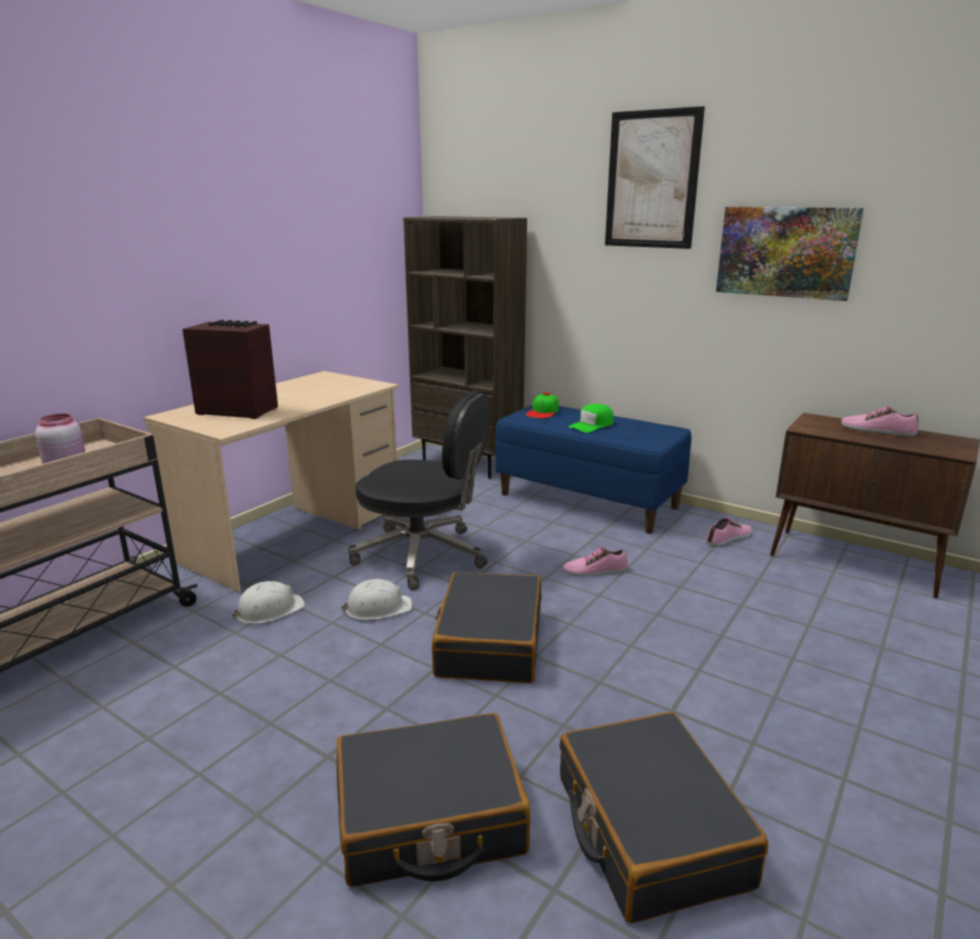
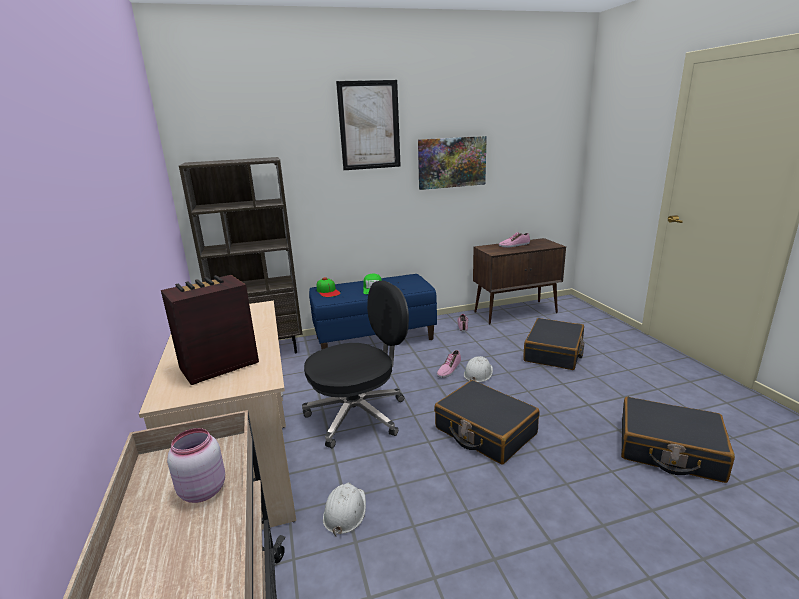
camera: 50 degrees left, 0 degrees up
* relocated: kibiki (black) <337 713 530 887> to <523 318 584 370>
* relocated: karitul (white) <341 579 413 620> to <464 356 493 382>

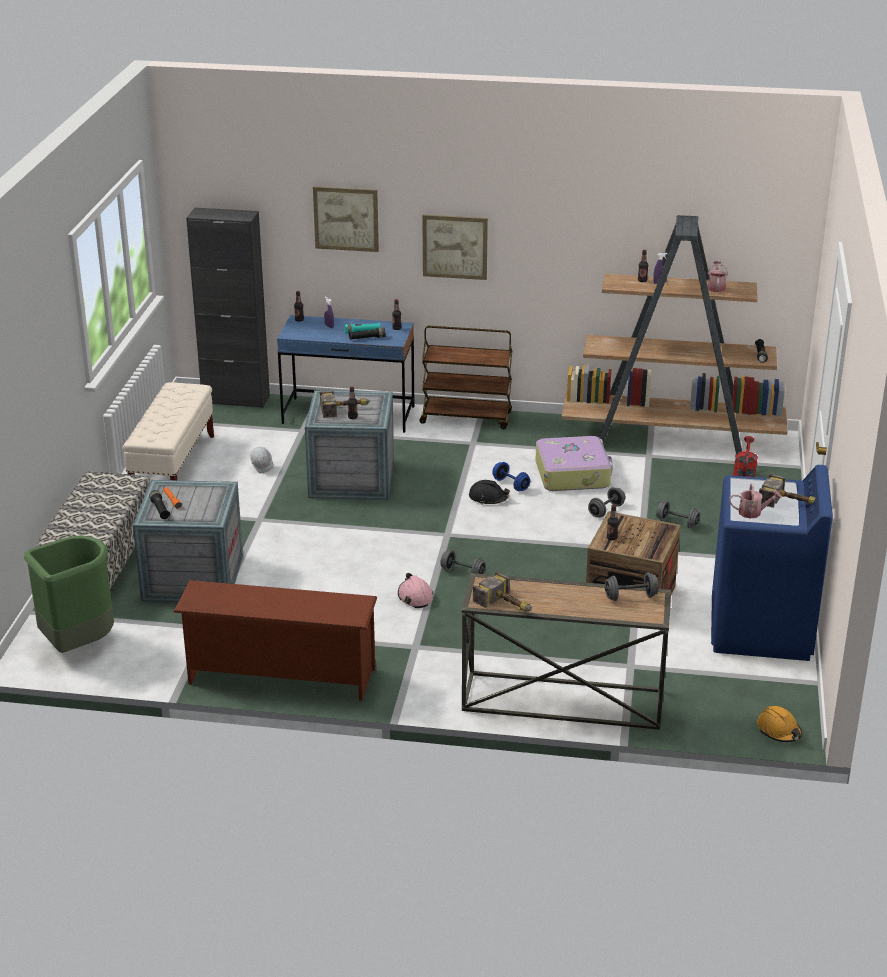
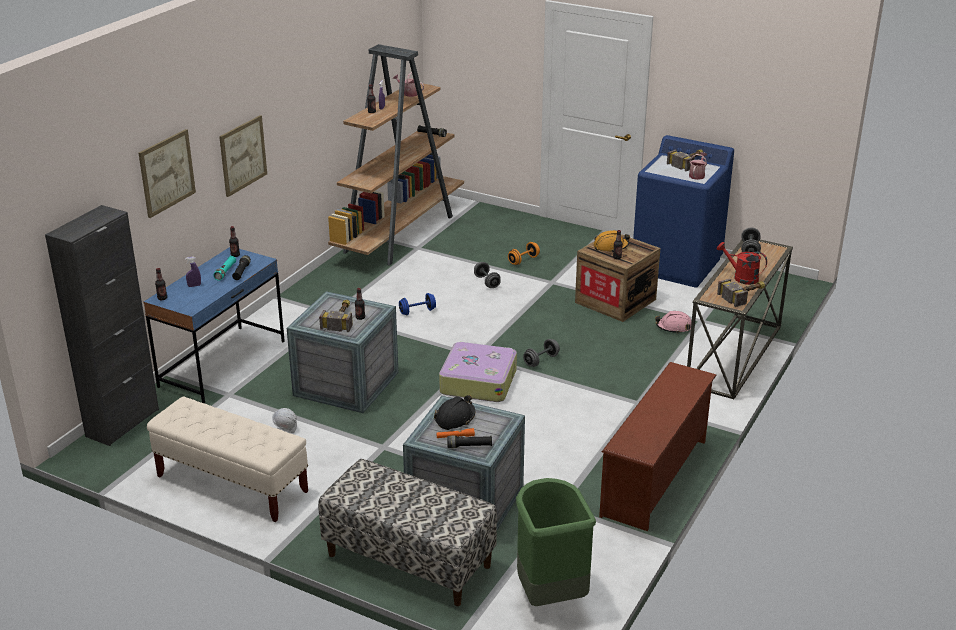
camera: 70 degrees left, 0 degrees up
* missing: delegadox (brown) <419 326 512 429>
* relocated: karitul (pink) <398 573 433 608> to <655 311 692 334>
* relocated: karitul (black) <469 480 510 505> to <434 395 475 430>
* relocated: kibiki <535 436 613 491> to <439 342 517 402>
* relocated: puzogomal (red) <733 436 758 477> to <717 242 767 285>
* relocated: karitul (orange) <757 706 802 742> to <594 230 630 253>
* colour: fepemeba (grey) <656 501 700 528> to fepemeba (orange) <508 242 540 265>

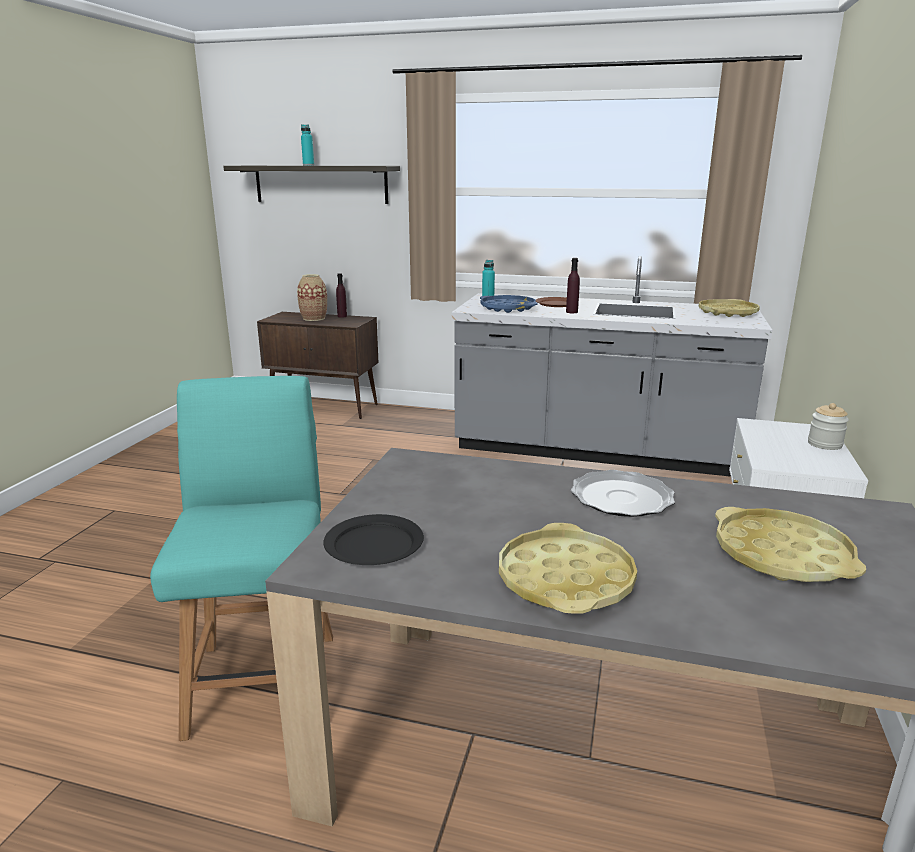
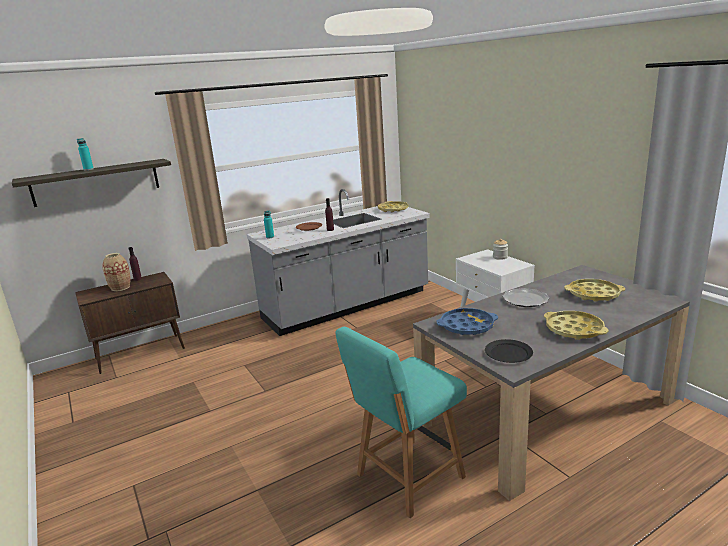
camera: 45 degrees left, 0 degrees up
* relocated: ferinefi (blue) <480 295 538 313> to <436 308 498 335>
* spun: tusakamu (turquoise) <150 376 333 741> = <336 327 467 518> 75 degrees counterclockwise

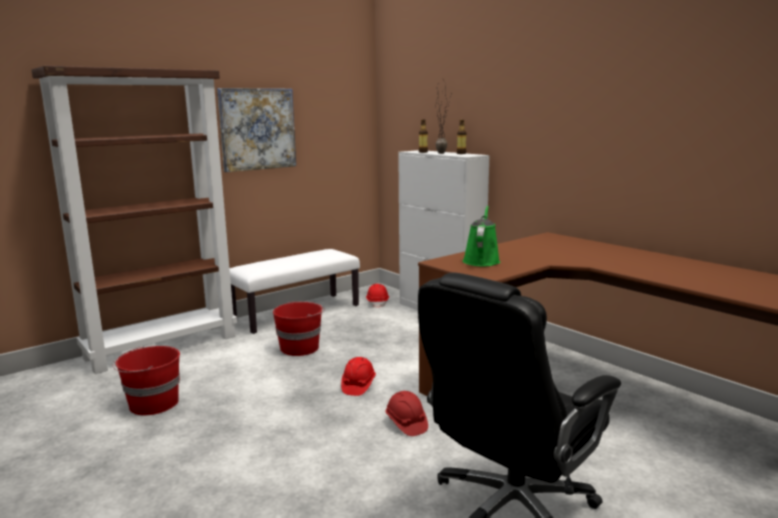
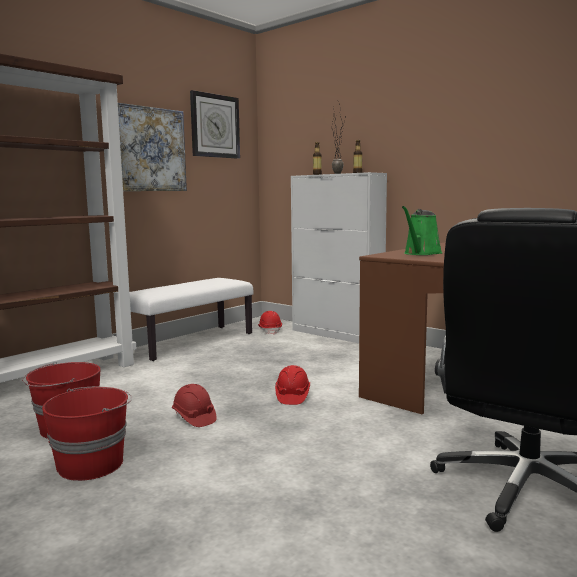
camera: 10 degrees left, 5 degrees down
* appeared: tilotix <190 90 240 159>
* relocated: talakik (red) <273 301 325 356> to <42 387 132 481>
* relocated: karitul (red) <385 391 428 436> to <172 384 217 427>
* spun: puzogomal (green) <463 206 500 266> = <402 206 442 255> 150 degrees counterclockwise

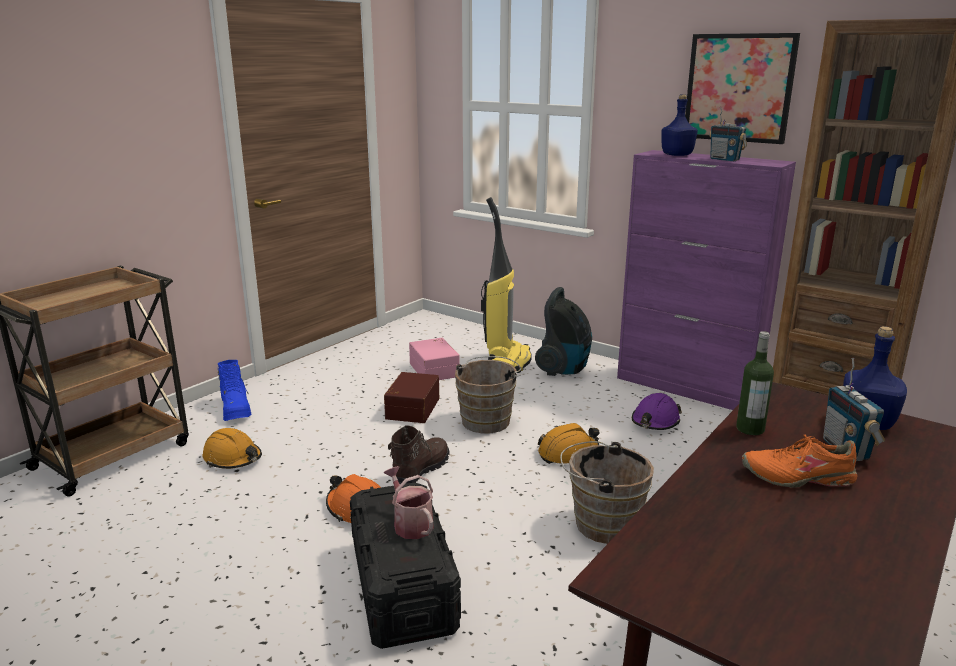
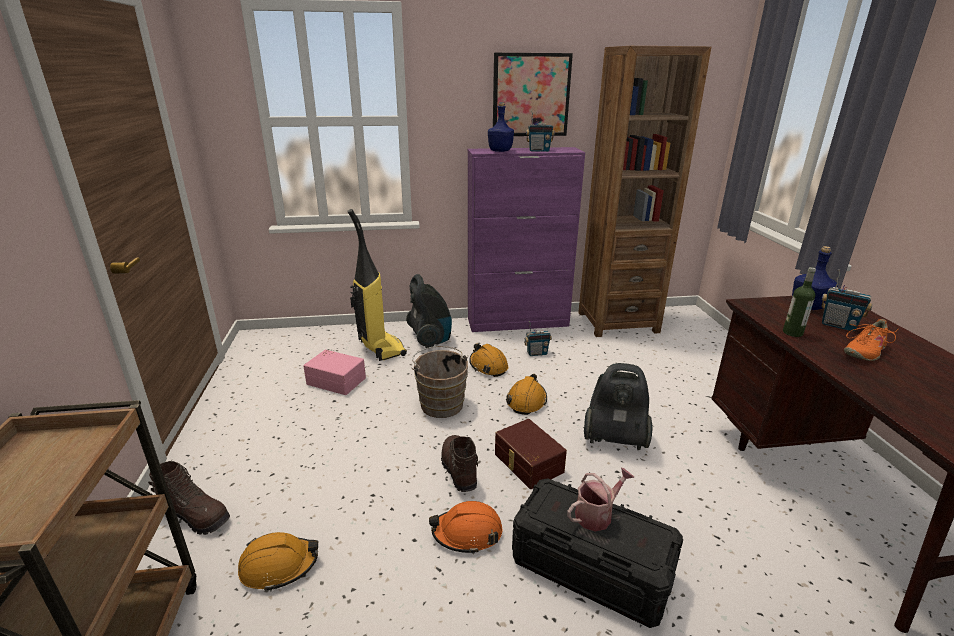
camera: 45 degrees left, 5 degrees up
* appeared: karitul (orange) <469 344 508 377>
* relocated: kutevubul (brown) <384 372 439 423> to <495 419 567 489>
* exchanged: talakik (brown) <560 441 654 544> to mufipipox <584 363 652 450>
* exchanged: karitul (purple) <632 393 682 430> to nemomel <524 321 552 356>
* colour: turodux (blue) <218 360 251 421> to turodux (brown) <148 461 230 535>
* spun: puzogomal <384 466 434 539> = <567 468 635 532> 135 degrees clockwise

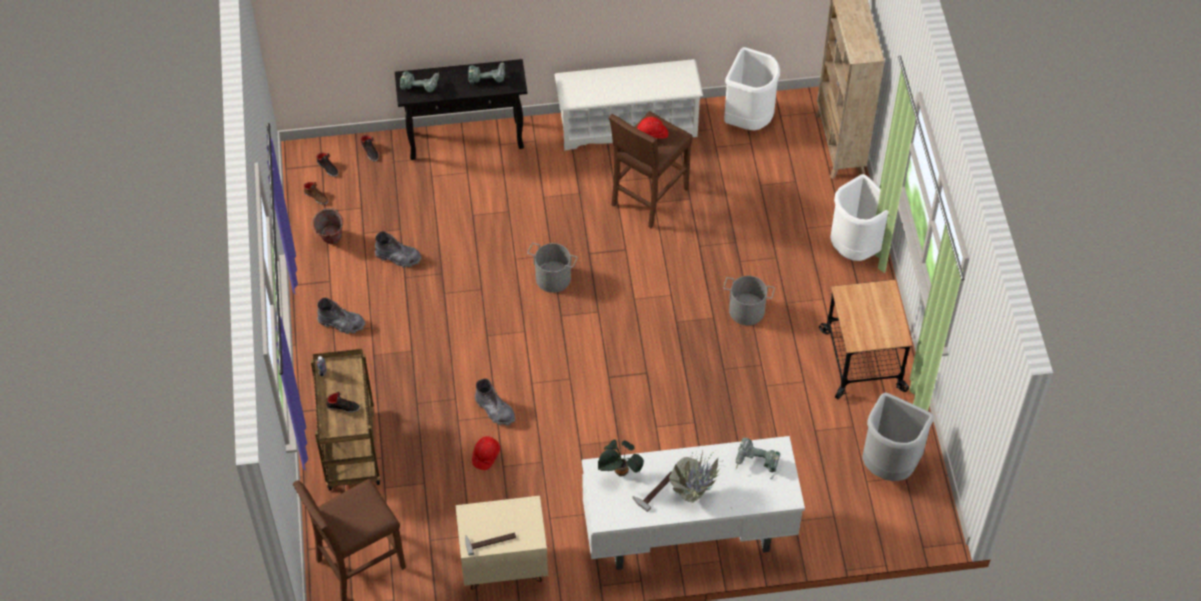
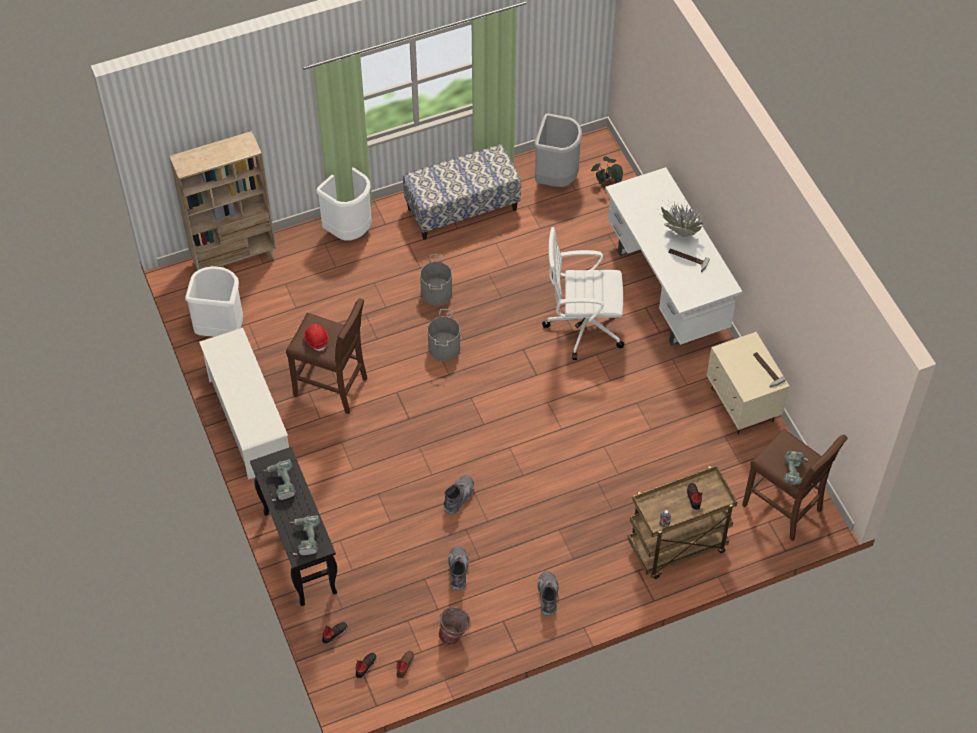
camera: 105 degrees left, 0 degrees up
* missing: karitul (red) <472 436 500 470>
* appeared: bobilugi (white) <542 227 624 360>
* relocated: turodux (grey) <475 379 515 426> to <444 475 474 515>
* relocated: talakik (grey) <527 243 578 293> to <428 309 460 361>
* relocated: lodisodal <598 439 644 477> to <591 156 623 187>
* relocated: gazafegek <736 438 780 479> to <784 451 813 485>
* exchanged: delegadox <819 280 912 399> to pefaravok <403 144 521 240>

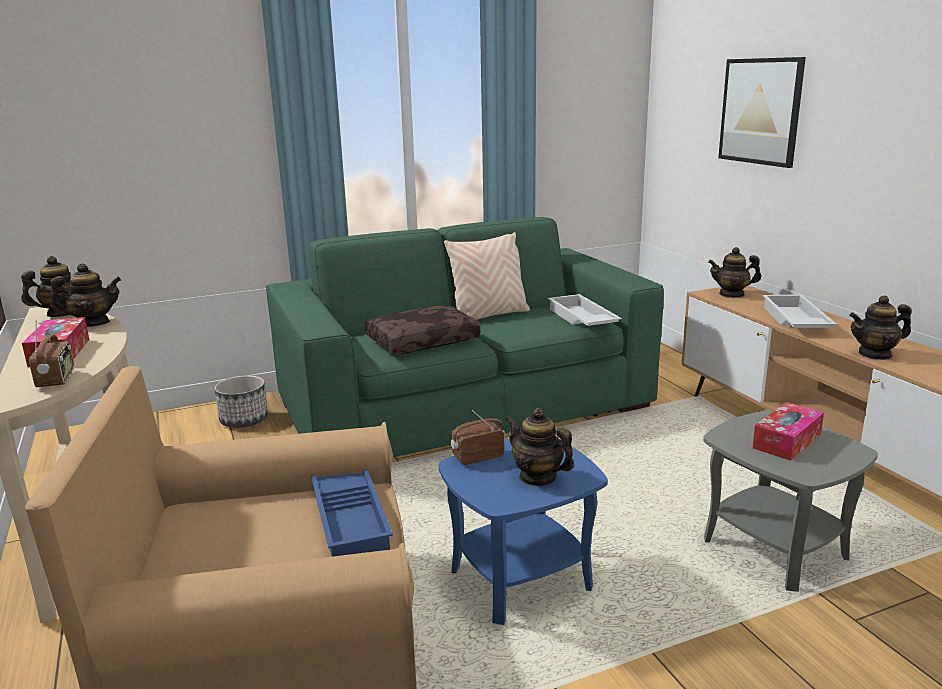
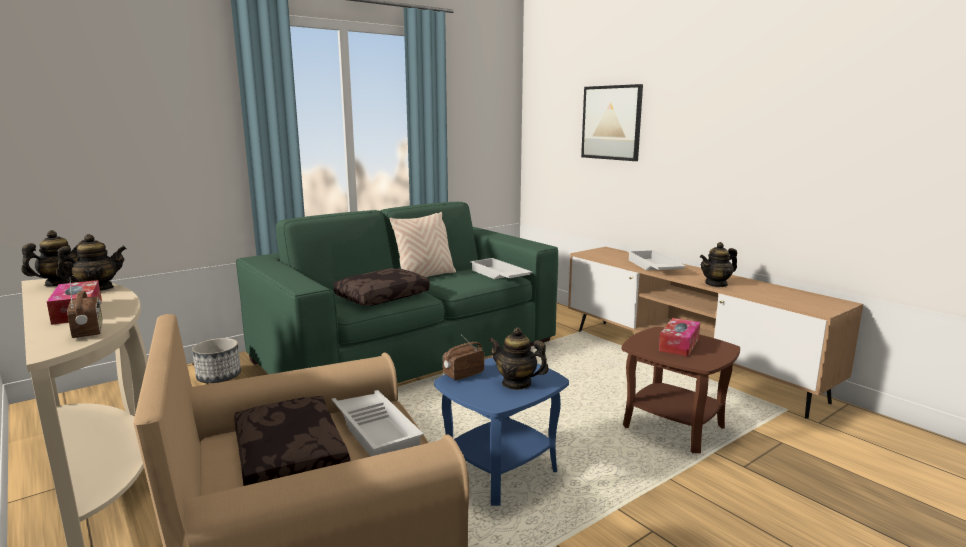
camera: 15 degrees left, 5 degrees down
* missing: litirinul <708 247 761 298>
* appeared: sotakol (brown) <234 396 351 486>
* colour: ferinefi (blue) <311 469 393 557> to ferinefi (white) <331 390 424 456>
* colour: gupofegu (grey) <703 410 878 592> to gupofegu (brown) <622 327 740 453>

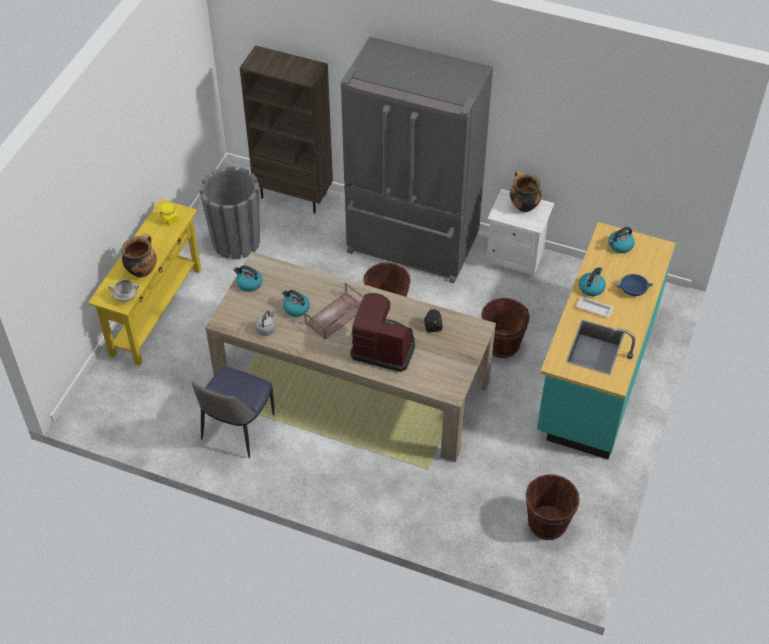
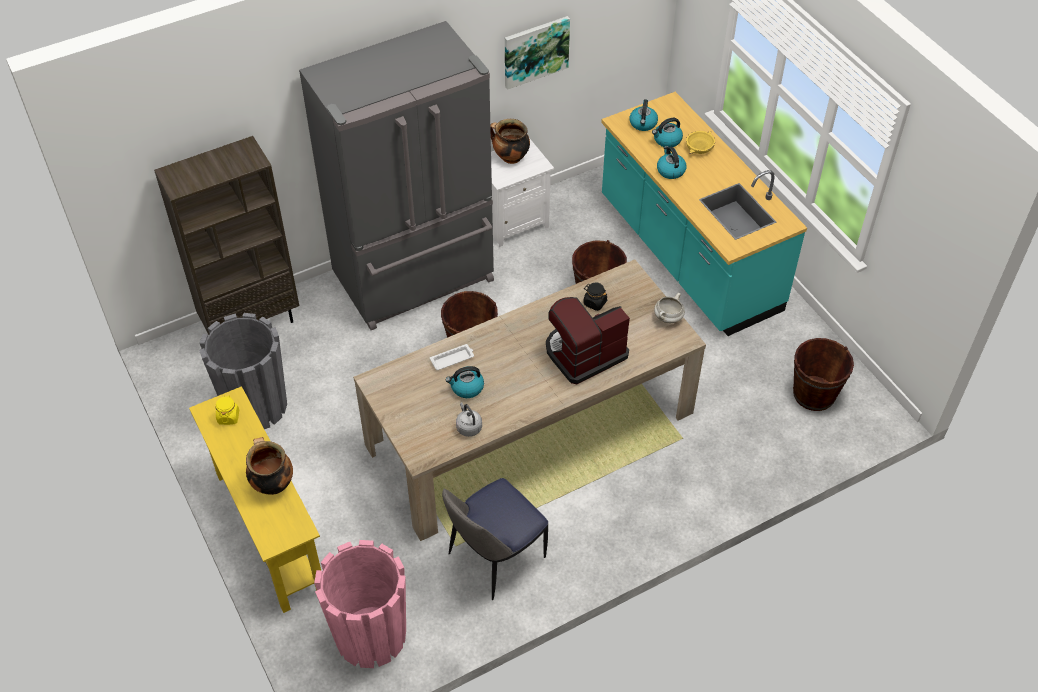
camera: 50 degrees left, 0 degrees up
* missing: ferinefi (brown) <304 282 364 339>
* appeared: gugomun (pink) <314 540 406 668>
* appeared: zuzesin <505 16 570 90>
* relocated: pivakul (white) <108 279 139 302> to <654 293 685 324>
* relocated: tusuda <233 265 263 292> to <652 118 683 147>
* relocated: ferinefi (white) <576 296 613 317> to <430 344 474 370>
* colour: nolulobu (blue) <615 274 653 296> to nolulobu (yellow) <686 131 715 154>
* spun: tusakamu <192 366 274 458> = <442 478 548 600> 75 degrees clockwise

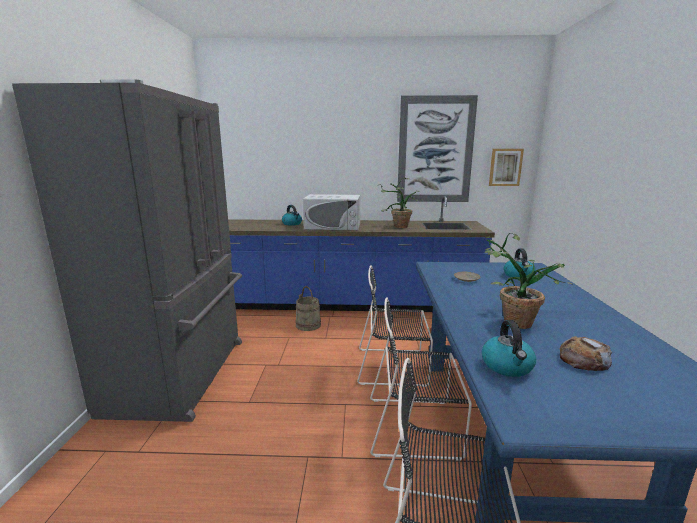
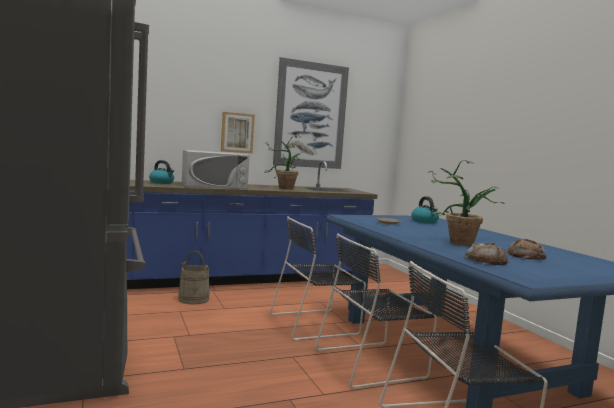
camera: 25 degrees left, 10 degrees down
* relocated: zuzesin <489 149 524 186> to <221 112 255 153>
* exchanged: tusuda <482 320 536 377> to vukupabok <464 243 509 265>

